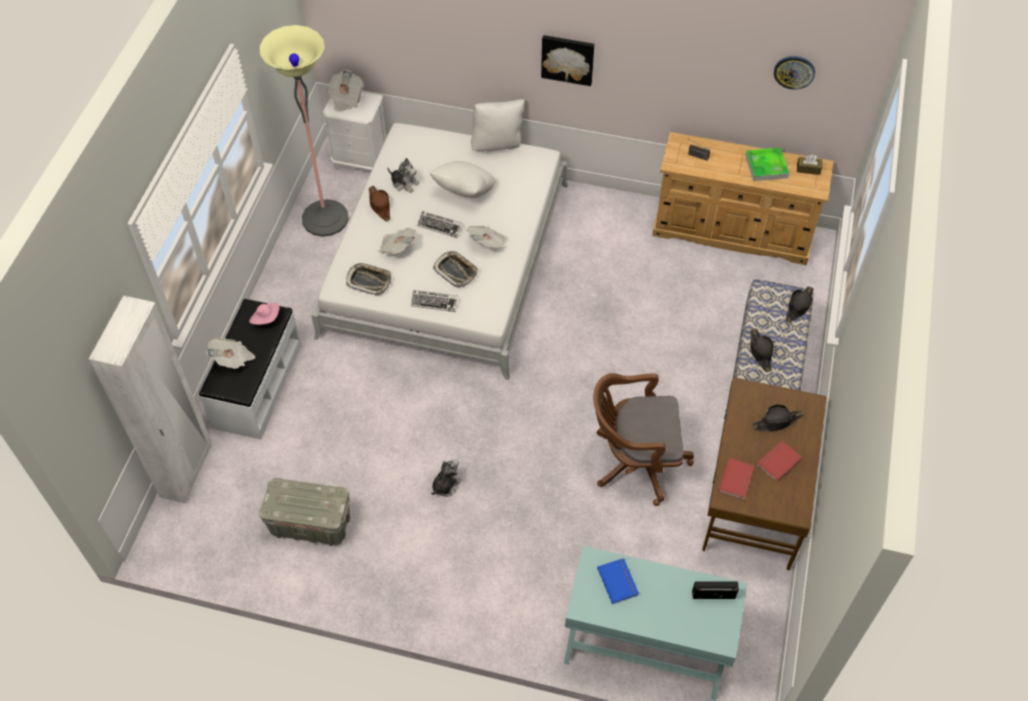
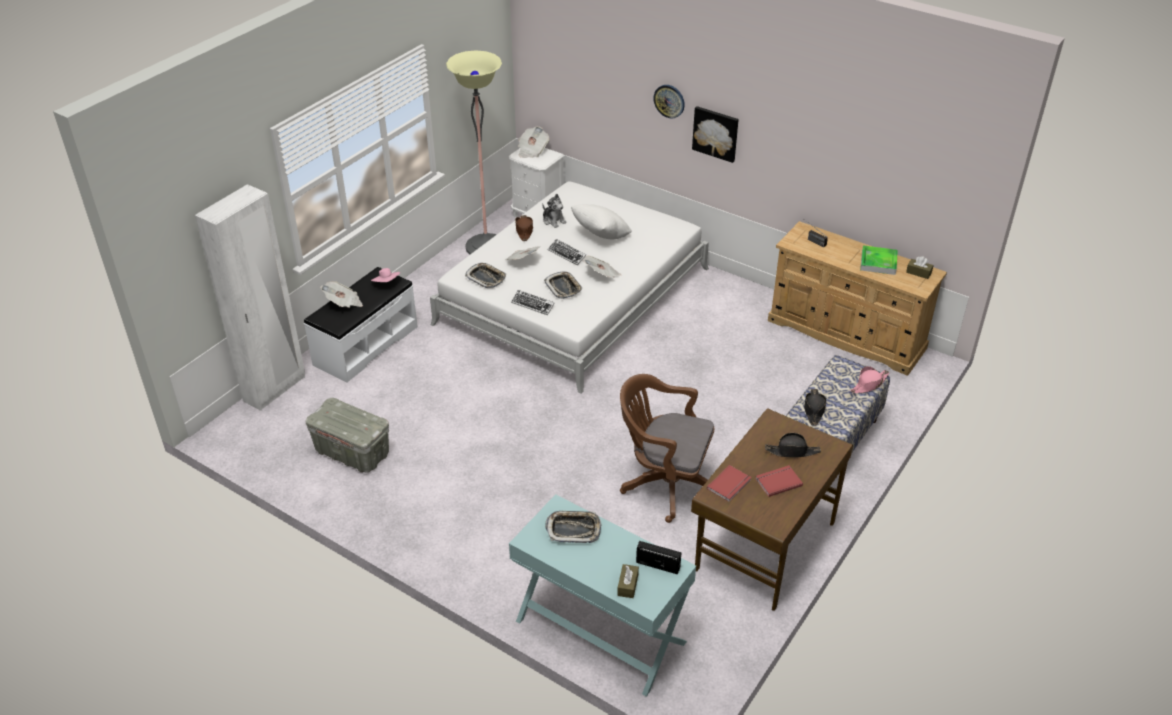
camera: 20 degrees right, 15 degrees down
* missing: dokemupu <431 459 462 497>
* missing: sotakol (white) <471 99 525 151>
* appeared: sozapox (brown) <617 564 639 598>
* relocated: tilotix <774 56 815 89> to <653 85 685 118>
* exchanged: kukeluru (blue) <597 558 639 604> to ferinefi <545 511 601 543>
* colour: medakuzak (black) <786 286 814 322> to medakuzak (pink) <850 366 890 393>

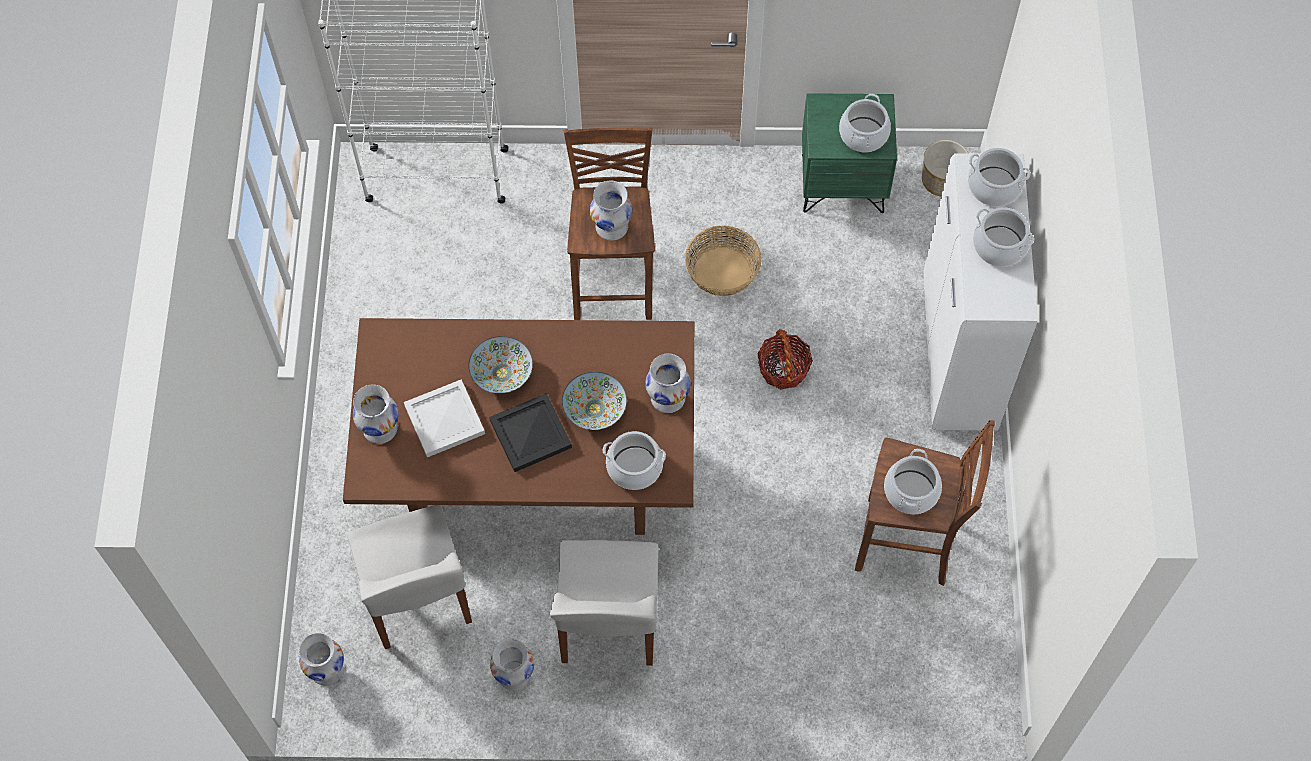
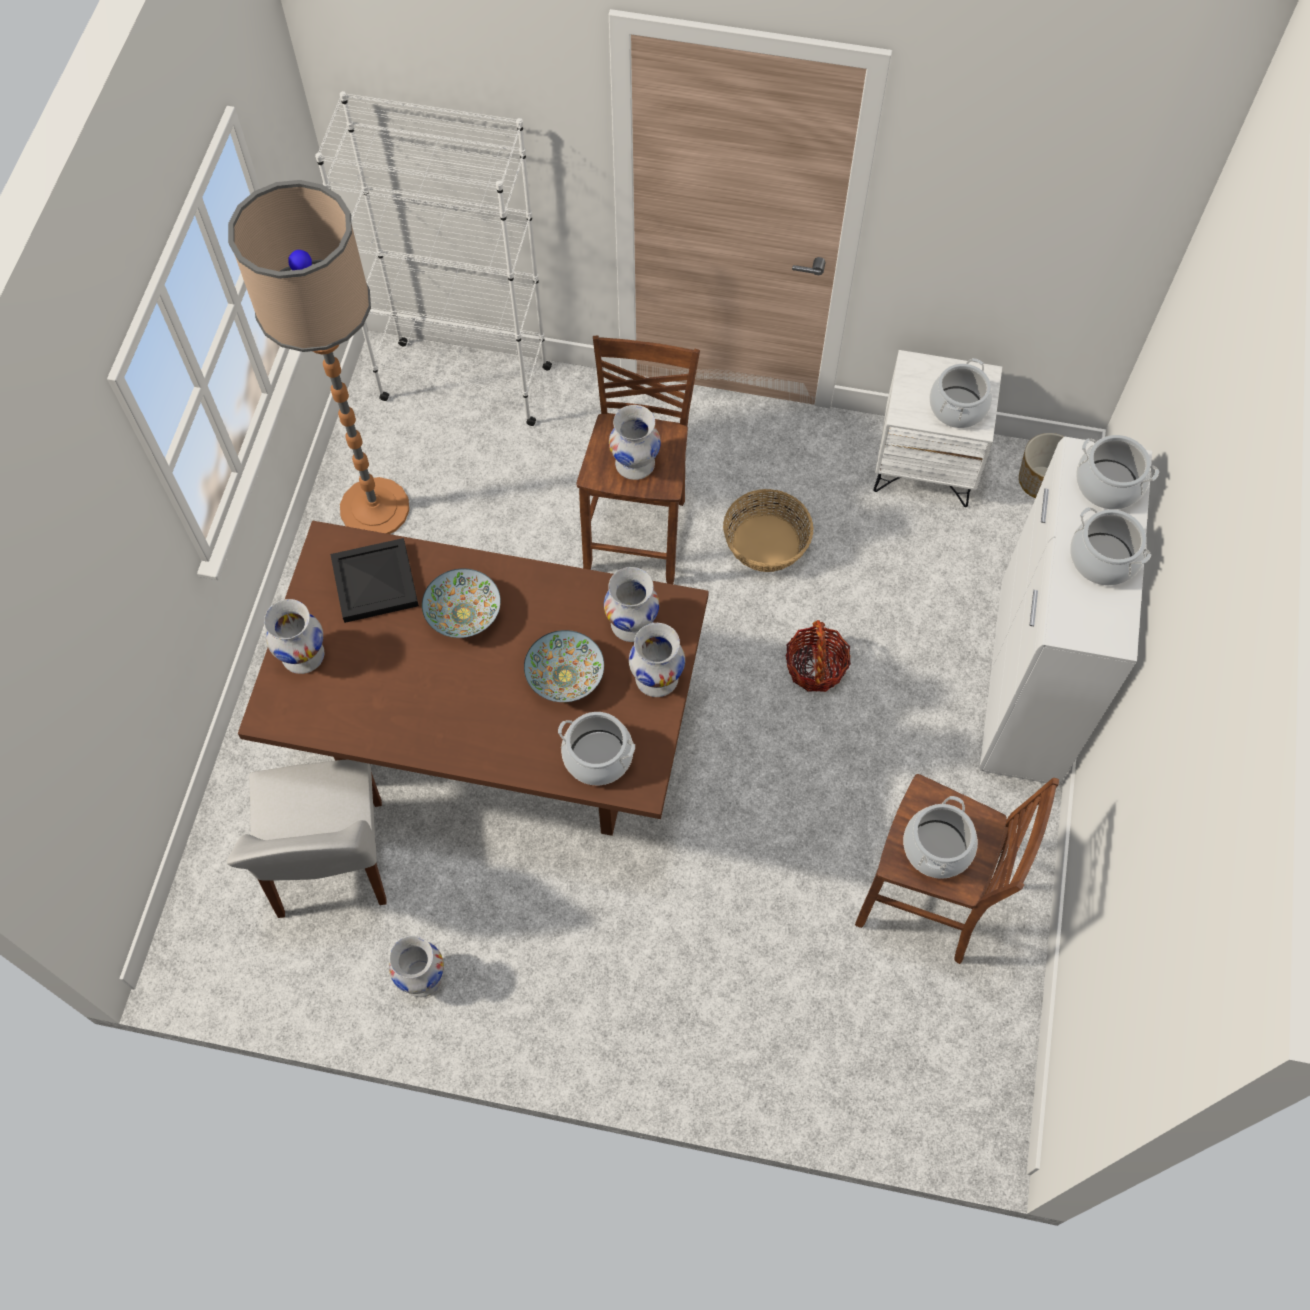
camera: 10 degrees right, 0 degrees up
* missing: ferinefi (white) <404 380 485 457>
* missing: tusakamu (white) <550 540 659 666>
* appeared: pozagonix <228 180 409 534>
* relocated: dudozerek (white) <299 633 344 686> to <604 567 659 642>
* relocated: ferinefi (black) <489 393 572 472> to <330 538 419 623>
* colour: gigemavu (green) <802 93 897 213> to gigemavu (white) <873 350 1002 507>

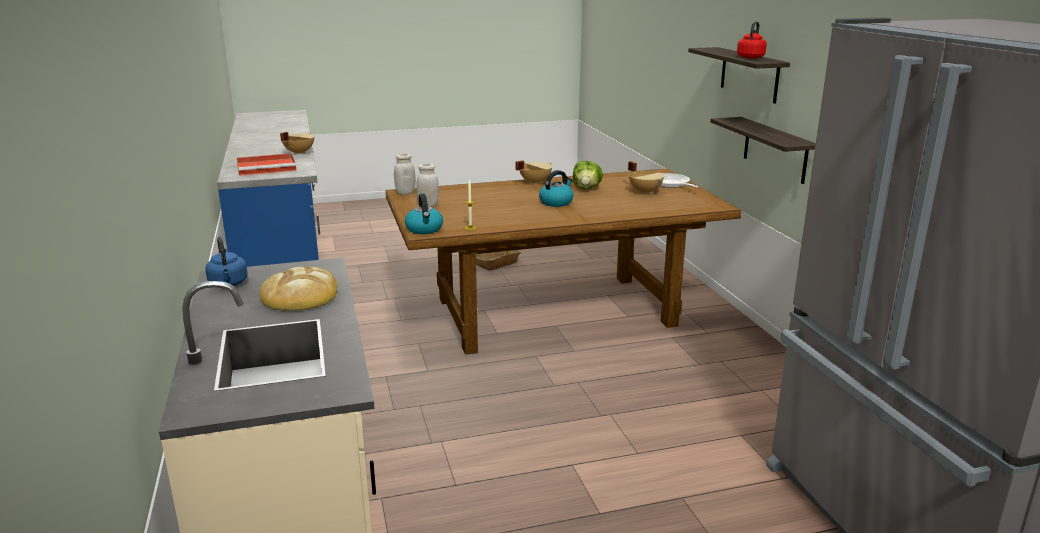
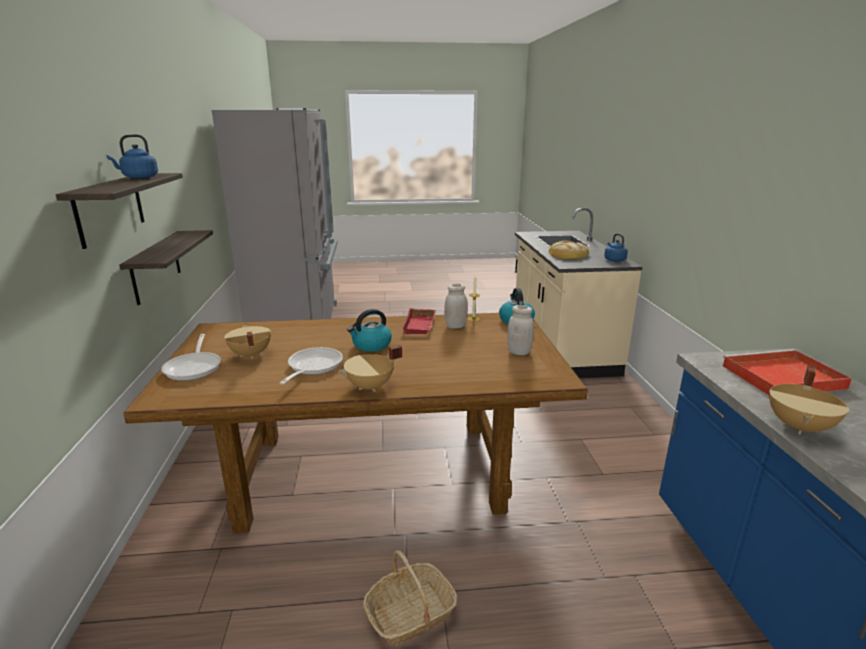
camera: 170 degrees left, 0 degrees up
* appeared: ferinefi (red) <402 308 436 334>
* relocated: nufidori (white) <394 154 416 195> to <444 284 468 328>
* exchanged: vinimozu <573 161 603 189> to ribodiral <280 347 343 384>
* colour: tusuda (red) <737 21 767 58> to tusuda (blue) <107 134 158 179>

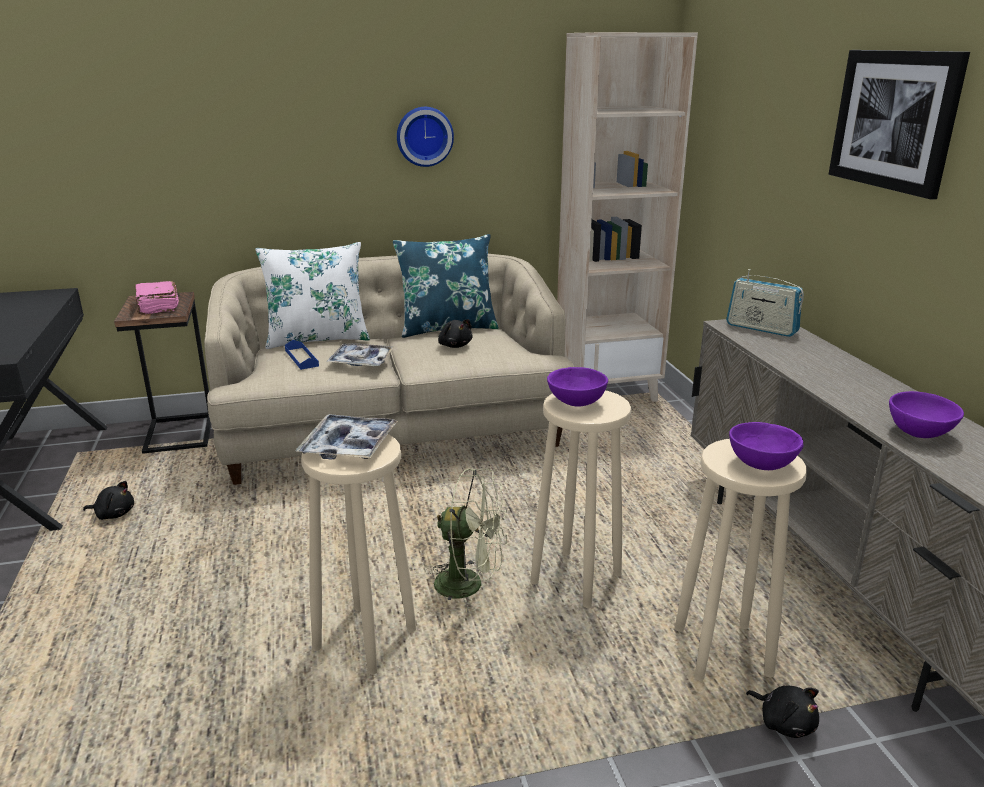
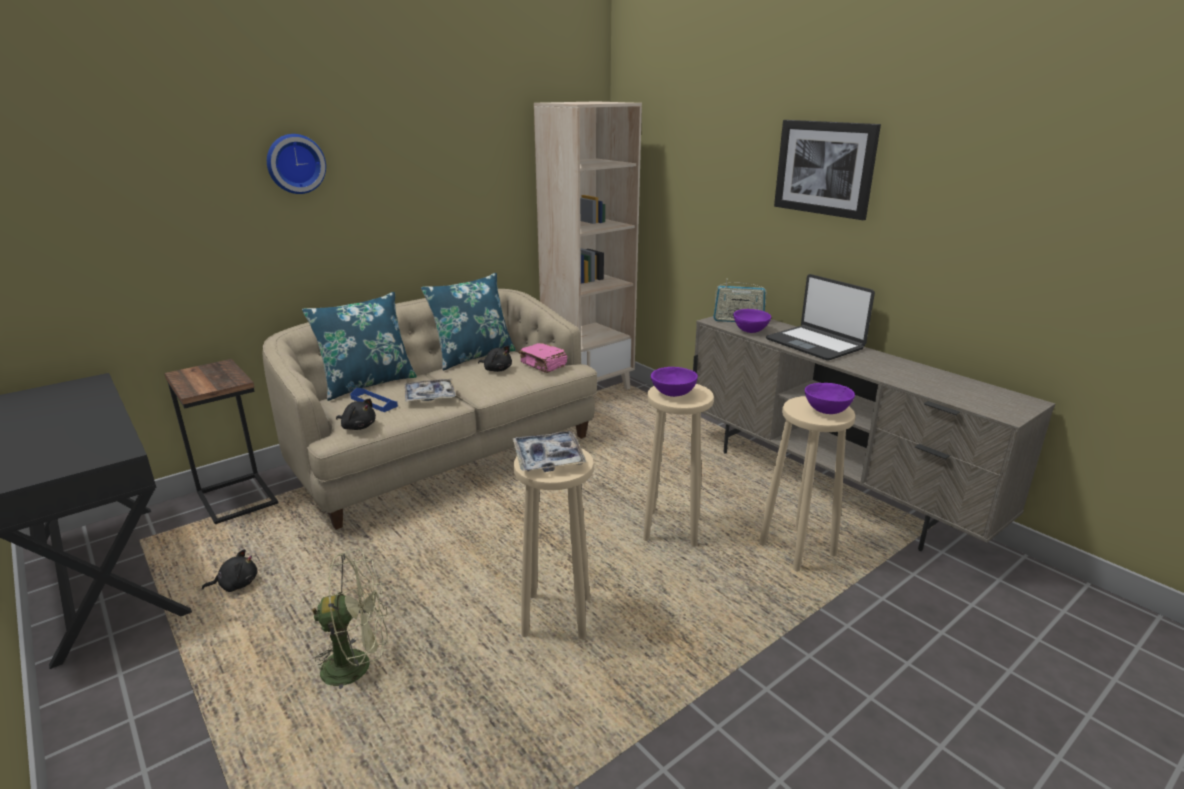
camera: 25 degrees left, 0 degrees up
* appeared: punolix <766 274 875 361>
* relocated: kukeluru (pink) <134 281 179 315> to <519 343 567 373>
* relocated: tilotix <397 107 454 167> to <267 134 326 194>
* relocated: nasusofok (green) <426 468 507 613> to <308 550 387 691>
* relocated: dokemupu (black) <746 685 819 738> to <336 398 376 430>
* relocated: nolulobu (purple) <889 391 964 438> to <733 309 771 333>
* colour: sotakol (white) <256 242 370 349> to sotakol (blue) <302 292 417 401>

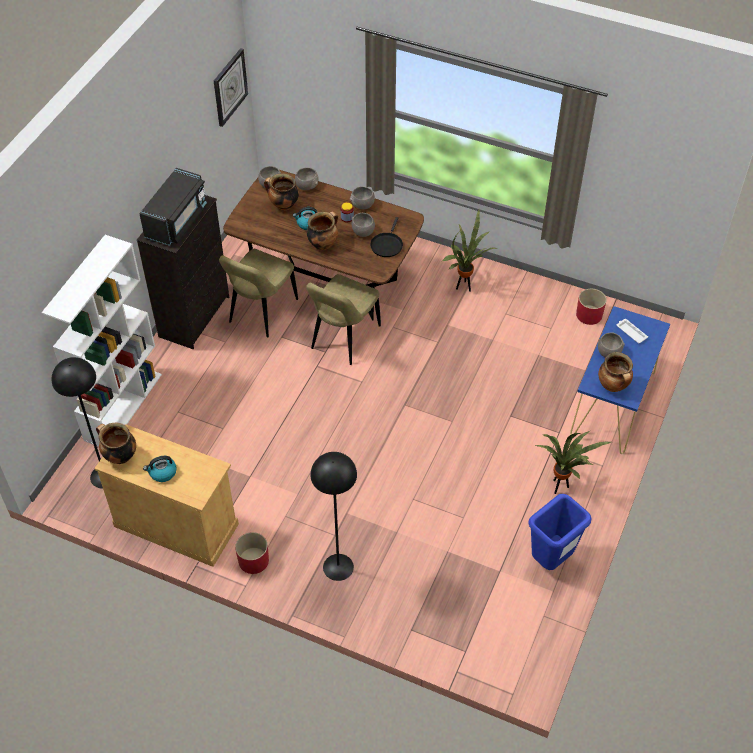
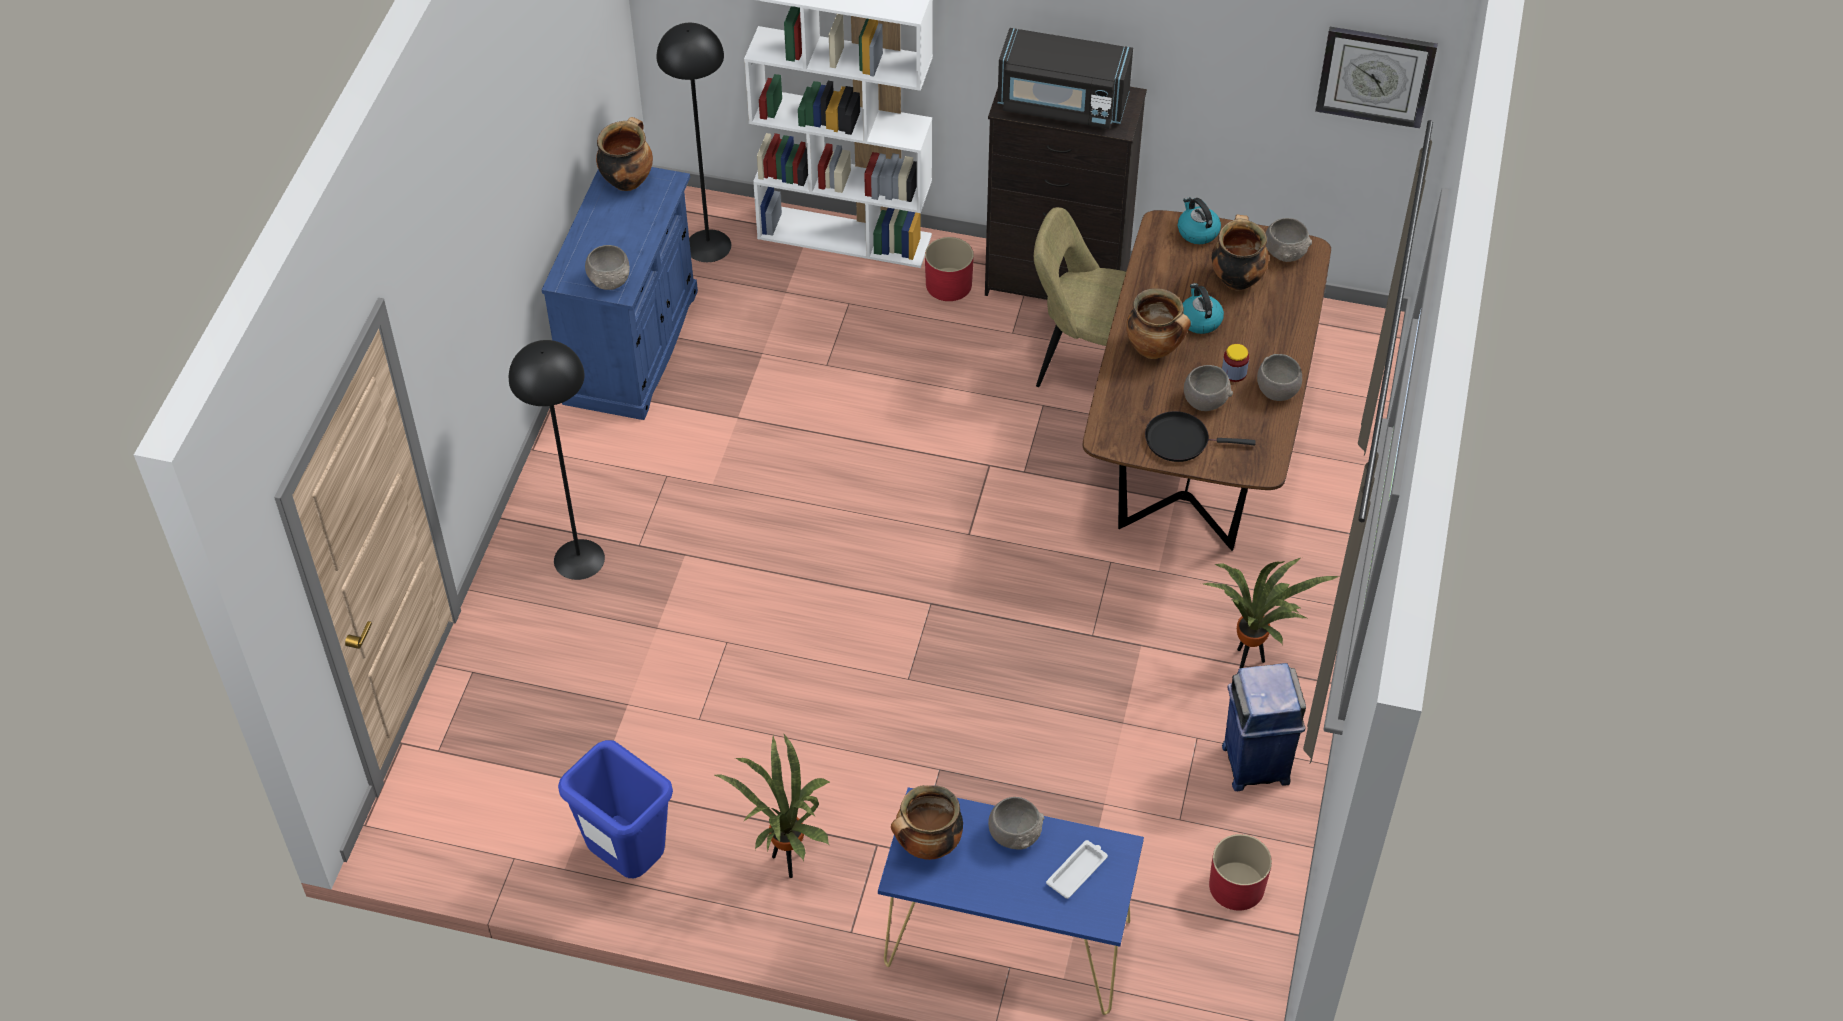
camera: 80 degrees right, 0 degrees up
* missing: tusakamu (beige) <306 274 381 365>
* appeared: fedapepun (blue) <1222 663 1306 791>
* relocated: tusuda <143 456 177 482> to <1178 197 1221 244>
* relocated: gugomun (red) <235 532 269 574> to <925 237 974 301>
* relocated: nolulobu (grey) <295 168 319 190> to <585 245 630 290>
* colour: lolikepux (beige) <94 424 239 567> to lolikepux (blue) <542 167 698 420>

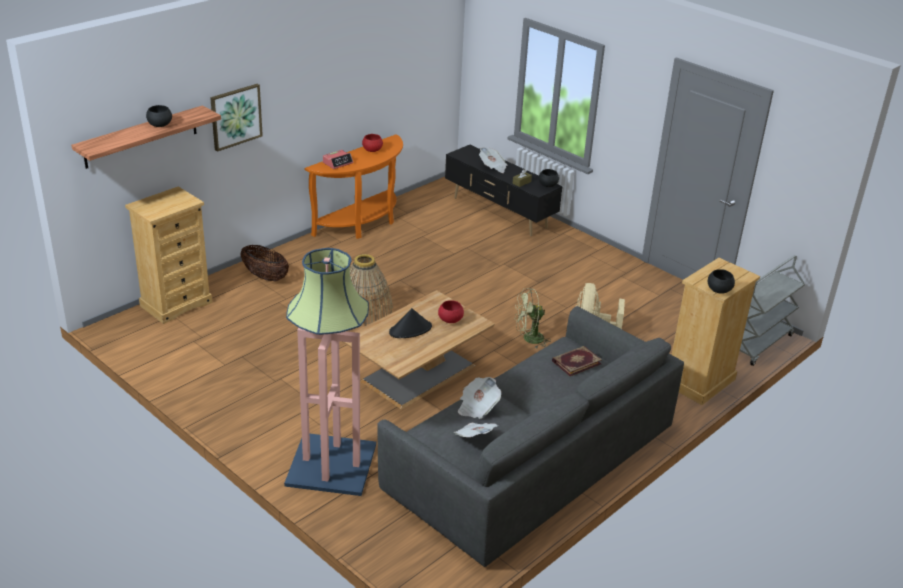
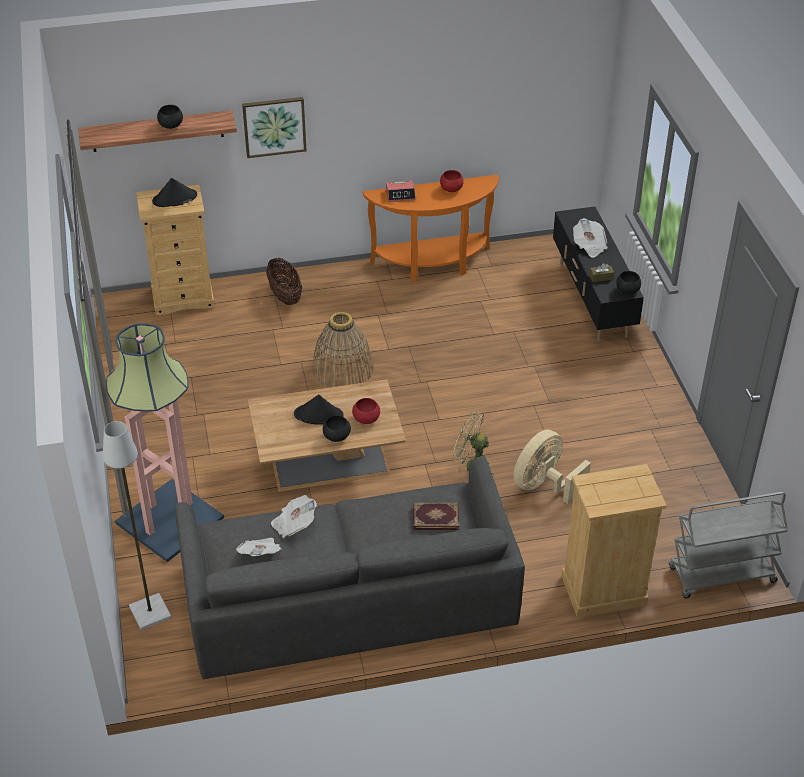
camera: 35 degrees right, 10 degrees up
* appeared: pozagonix (grey) <103 421 171 630>
* appeared: medakuzak (black) <152 178 197 207>
* relocated: nolulobu (black) <708 269 735 294> to <323 415 351 442>

